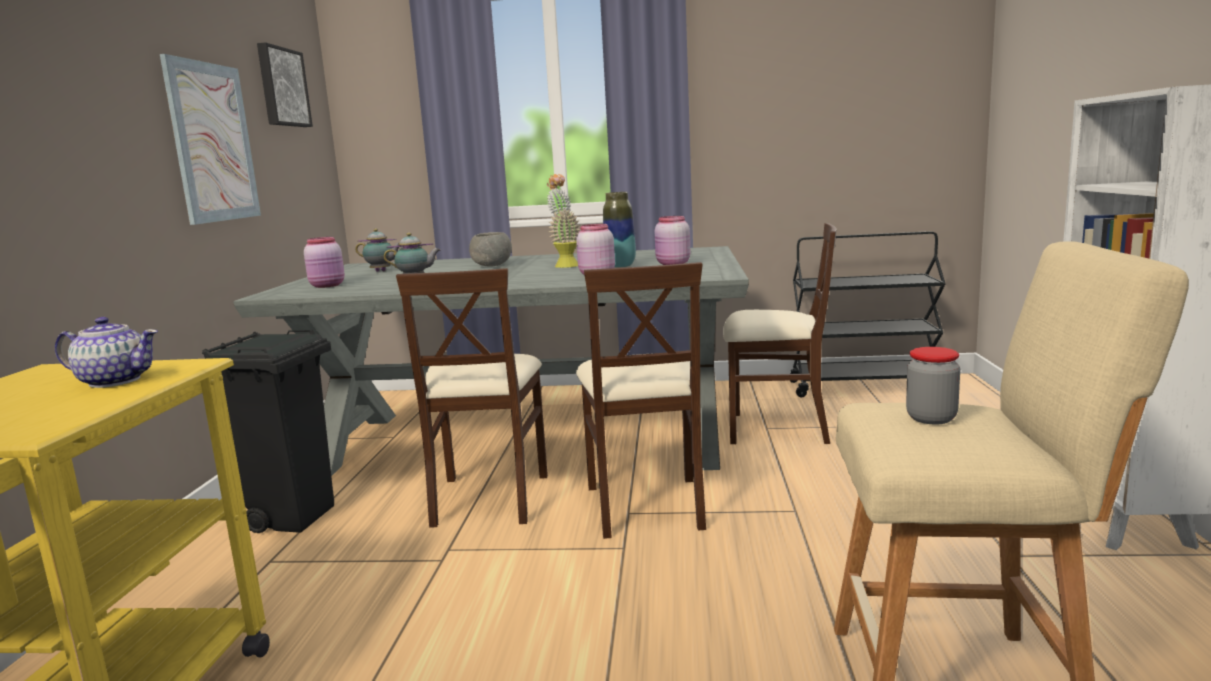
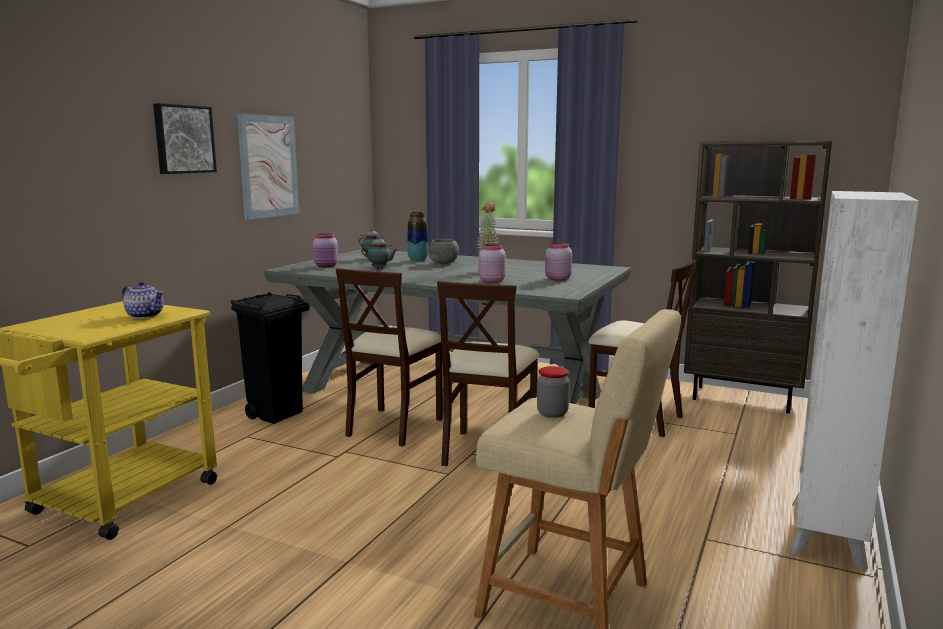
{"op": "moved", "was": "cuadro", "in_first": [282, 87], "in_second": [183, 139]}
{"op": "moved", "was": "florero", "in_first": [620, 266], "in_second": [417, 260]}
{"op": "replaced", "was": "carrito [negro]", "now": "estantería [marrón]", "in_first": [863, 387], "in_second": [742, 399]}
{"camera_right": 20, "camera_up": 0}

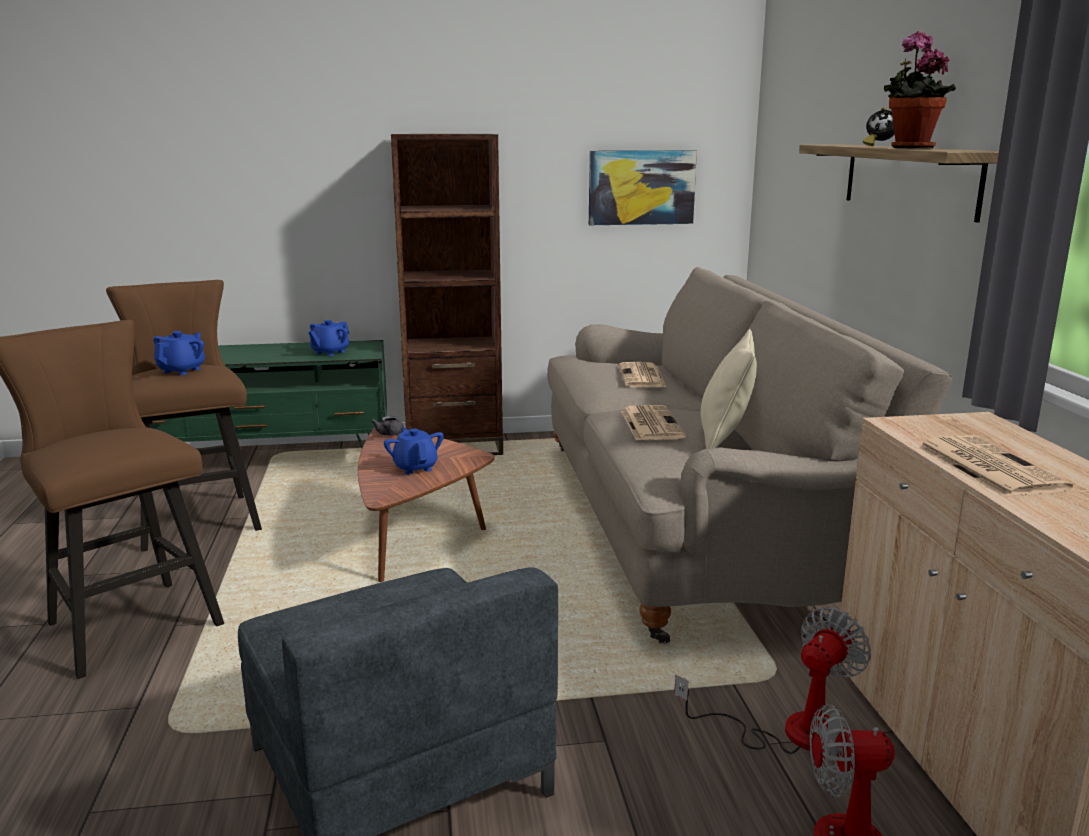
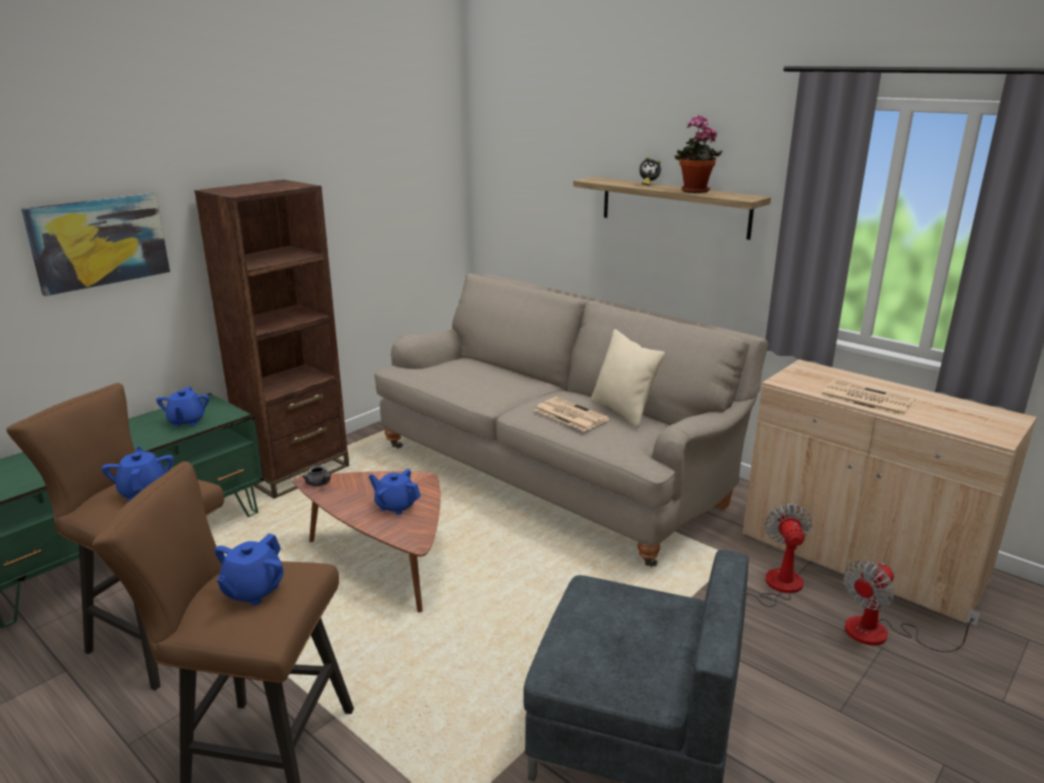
{"op": "moved", "was": "cuadro", "in_first": [641, 187], "in_second": [99, 242]}
{"op": "removed", "was": "periódico", "in_first": [642, 377]}
{"op": "added", "now": "tetera [azul]", "in_second": [253, 591]}
{"camera_right": -40, "camera_up": 5}

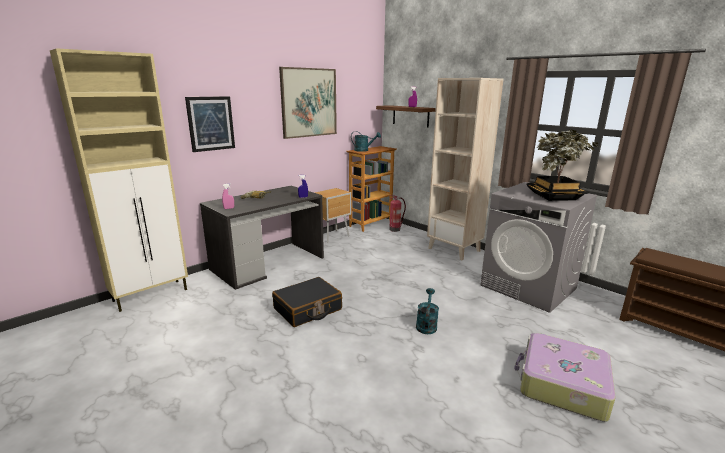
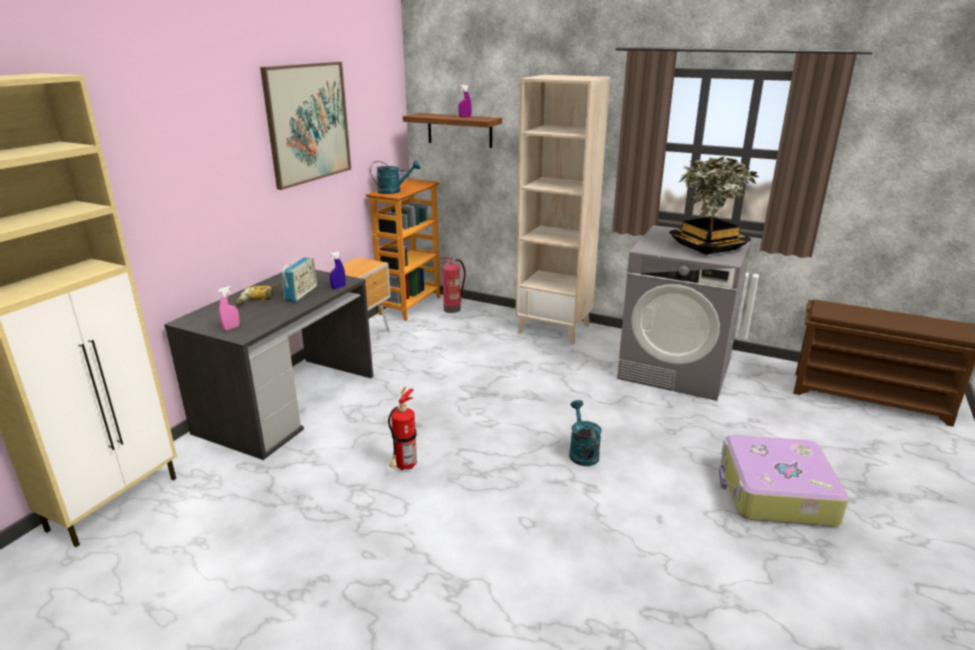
{"op": "removed", "was": "cuadro", "in_first": [210, 123]}
{"op": "replaced", "was": "maleta [negro]", "now": "extintor", "in_first": [308, 309], "in_second": [404, 467]}
{"op": "added", "now": "radio", "in_second": [301, 294]}
{"camera_right": -20, "camera_up": 5}

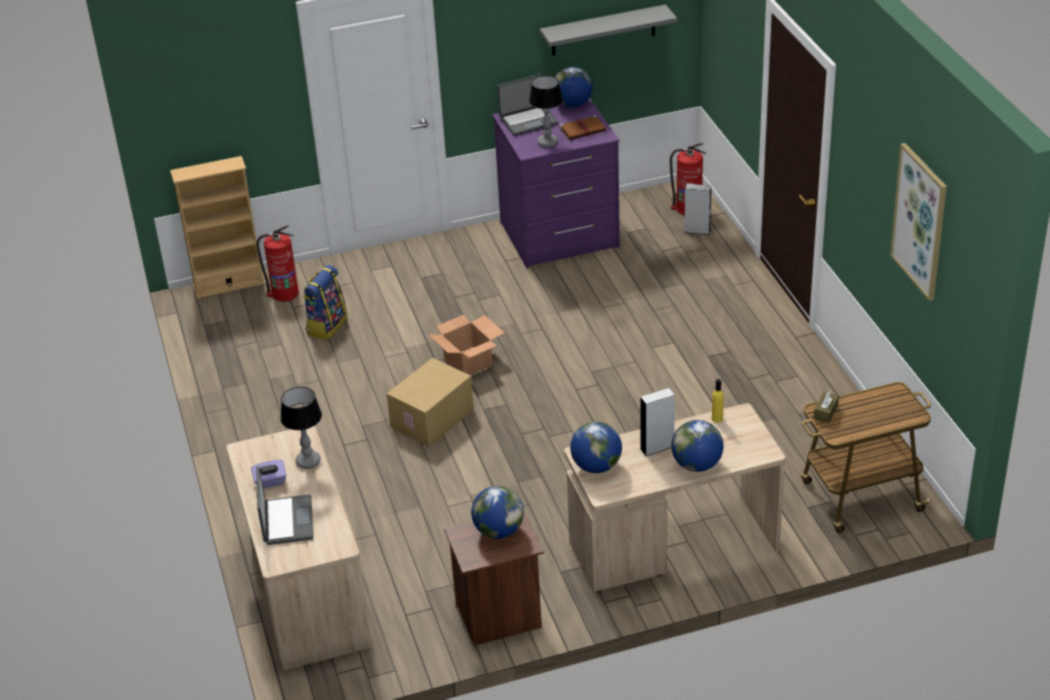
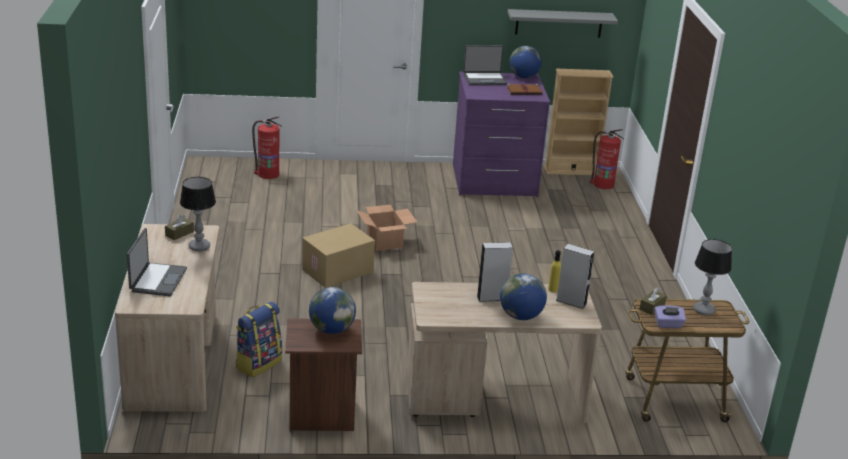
{"op": "moved", "was": "estantería [beis]", "in_first": [229, 284], "in_second": [571, 171]}
{"op": "moved", "was": "caja de pañuelos [morado]", "in_first": [270, 482], "in_second": [668, 324]}
{"op": "moved", "was": "mochila", "in_first": [326, 326], "in_second": [258, 363]}
{"op": "moved", "was": "lámpara de mesa", "in_first": [547, 143], "in_second": [703, 310]}
{"op": "removed", "was": "globo terráqueo", "in_first": [596, 466]}
{"op": "moved", "was": "altavoz [gris]", "in_first": [697, 231], "in_second": [571, 302]}
{"op": "removed", "was": "cuadro", "in_first": [920, 221]}
{"op": "added", "now": "caja de pañuelos [marrón]", "in_second": [179, 233]}
{"camera_right": 10, "camera_up": -10}

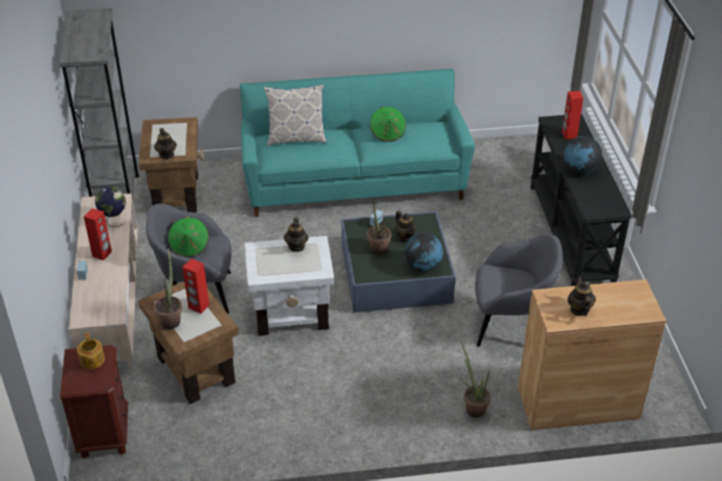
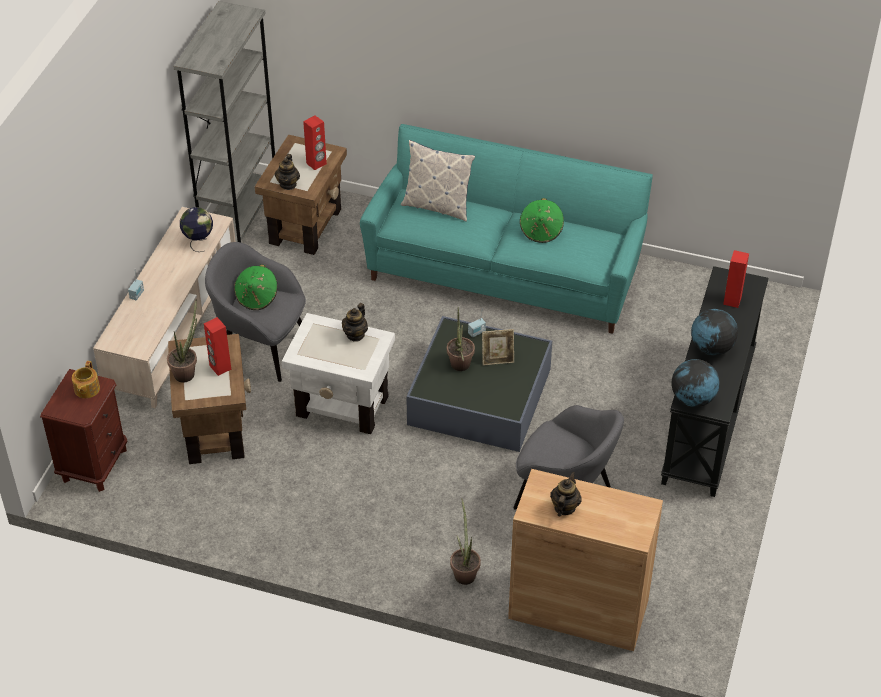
{"op": "moved", "was": "altavoz [rojo]", "in_first": [102, 254], "in_second": [316, 163]}
{"op": "replaced", "was": "tetera", "now": "portarretratos", "in_first": [405, 237], "in_second": [497, 359]}
{"op": "moved", "was": "globo terráqueo", "in_first": [423, 266], "in_second": [692, 399]}
{"camera_right": 25, "camera_up": 5}

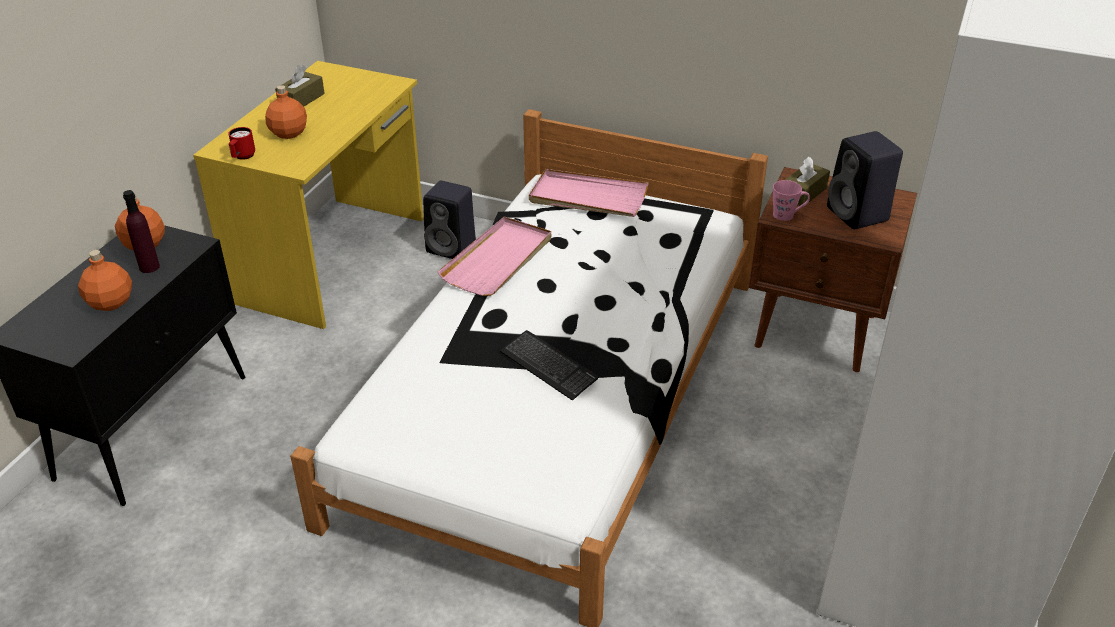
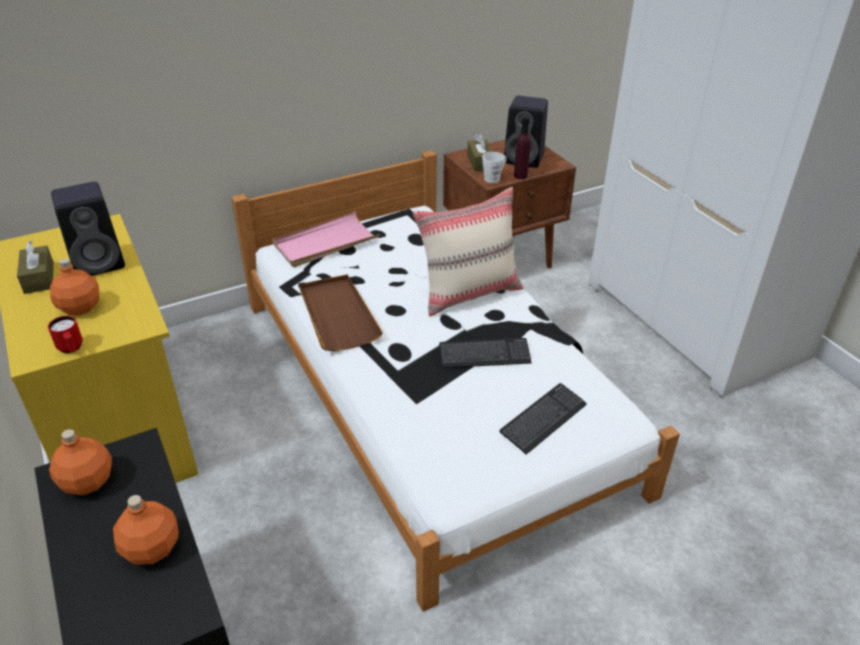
{"op": "moved", "was": "botella [morado]", "in_first": [149, 267], "in_second": [520, 176]}
{"op": "moved", "was": "altavoz [negro]", "in_first": [452, 248], "in_second": [100, 262]}
{"op": "recoloured", "was": "bandeja [rosa]", "now": "bandeja [marrón]", "in_first": [498, 260], "in_second": [337, 315]}
{"op": "recoloured", "was": "taza grande [rosa]", "now": "taza grande [blanco]", "in_first": [787, 215], "in_second": [494, 178]}
{"op": "added", "now": "cojín [beis]", "in_second": [469, 293]}
{"op": "added", "now": "teclado", "in_second": [543, 419]}
{"camera_right": -50, "camera_up": 0}

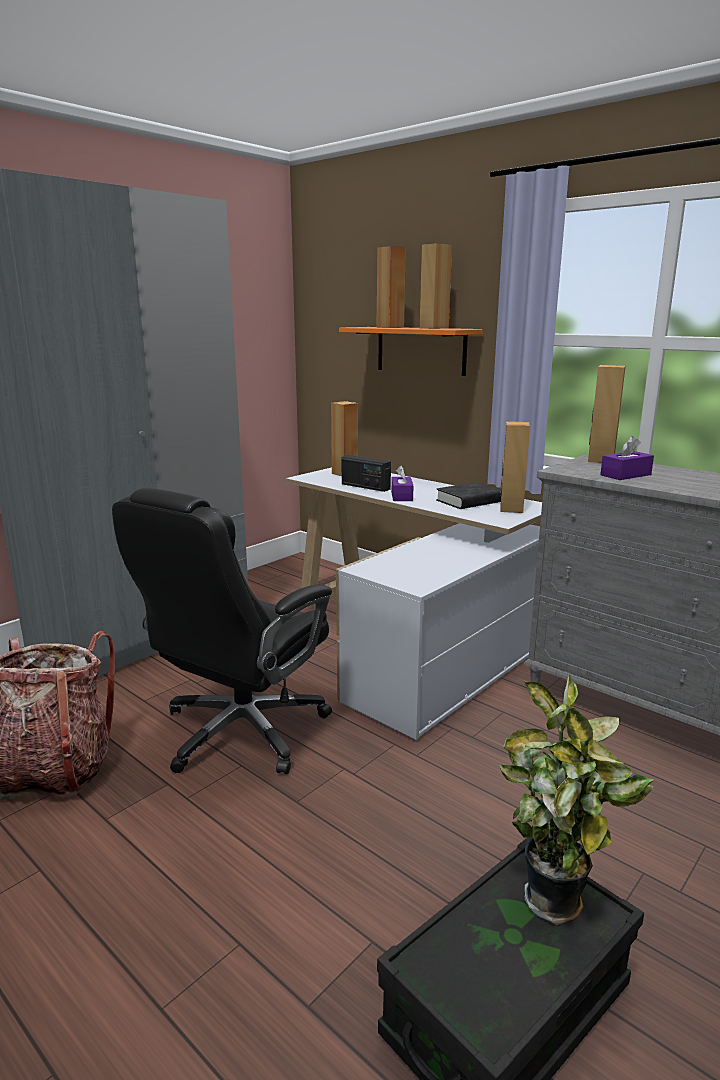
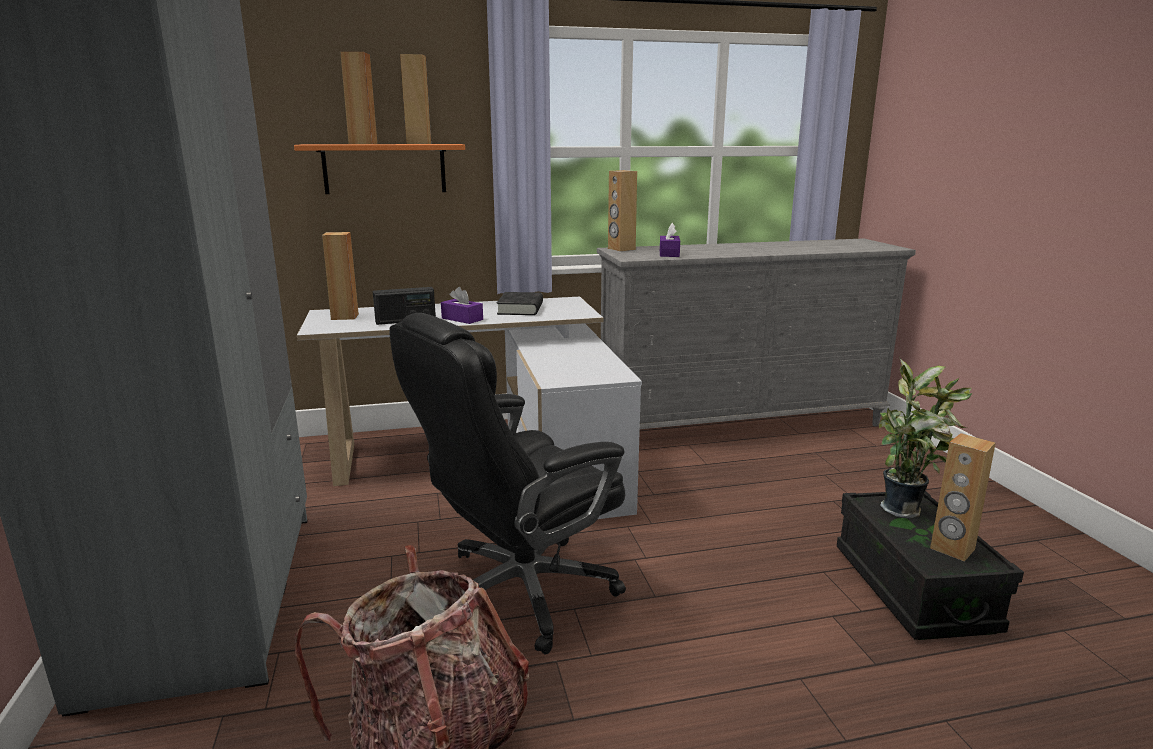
{"op": "turned", "was": "silla de oficina [negro]", "in_first": [240, 731], "in_second": [519, 592], "clockwise": 75}
{"op": "moved", "was": "altavoz [marrón]", "in_first": [511, 509], "in_second": [952, 549]}
{"camera_right": -55, "camera_up": 0}

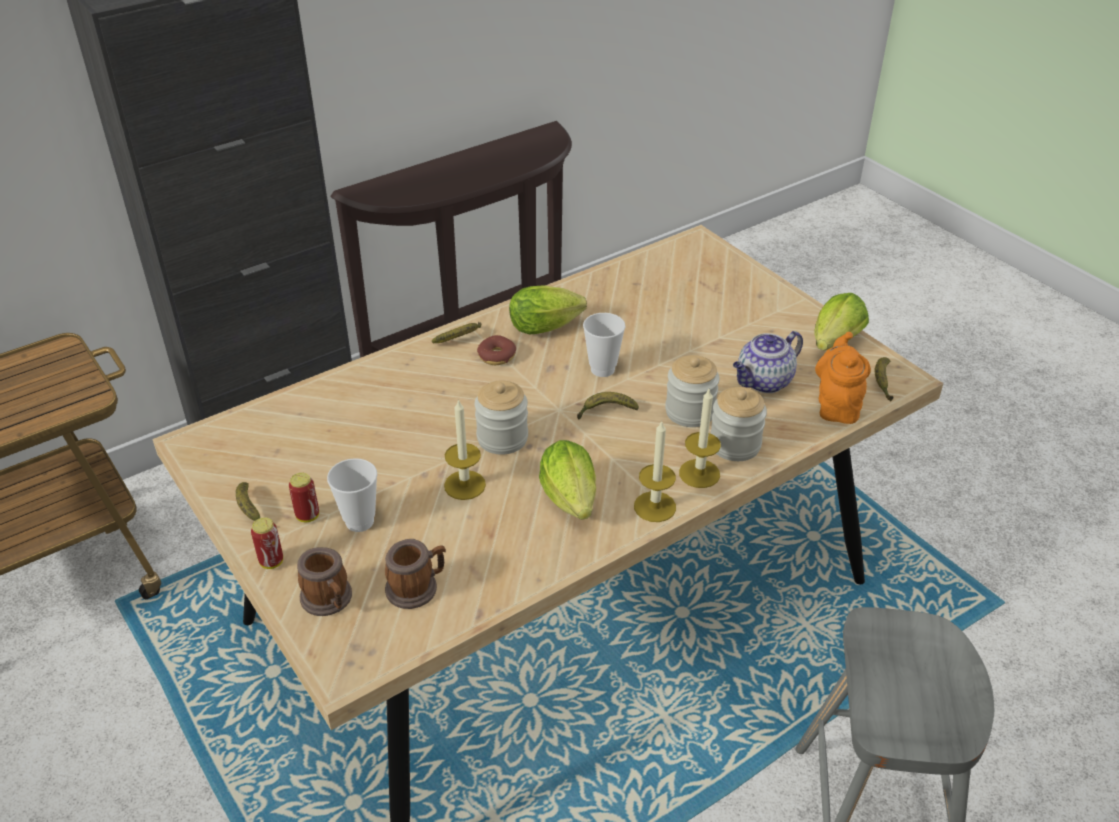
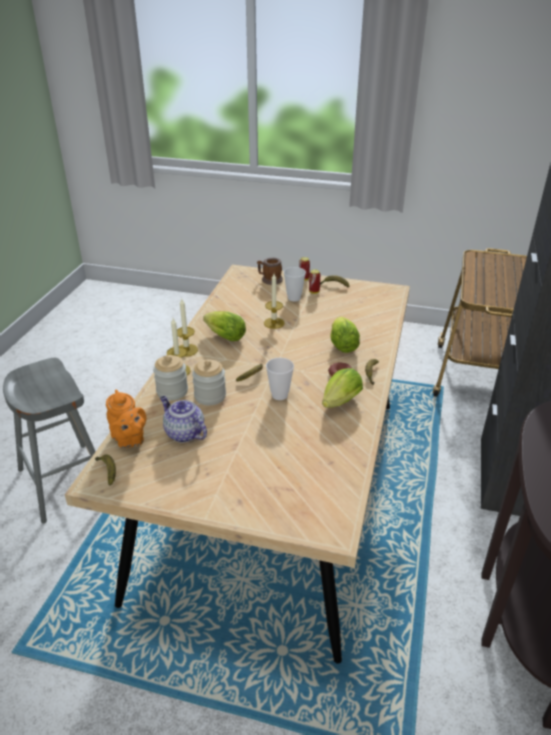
{"op": "removed", "was": "taza grande", "in_first": [417, 587]}
{"op": "removed", "was": "tarro", "in_first": [502, 438]}
{"op": "turned", "was": "tetera", "in_first": [764, 382], "in_second": [183, 433], "clockwise": -60}
{"op": "moved", "was": "lechuga", "in_first": [833, 344], "in_second": [342, 344]}
{"camera_right": 140, "camera_up": -5}

